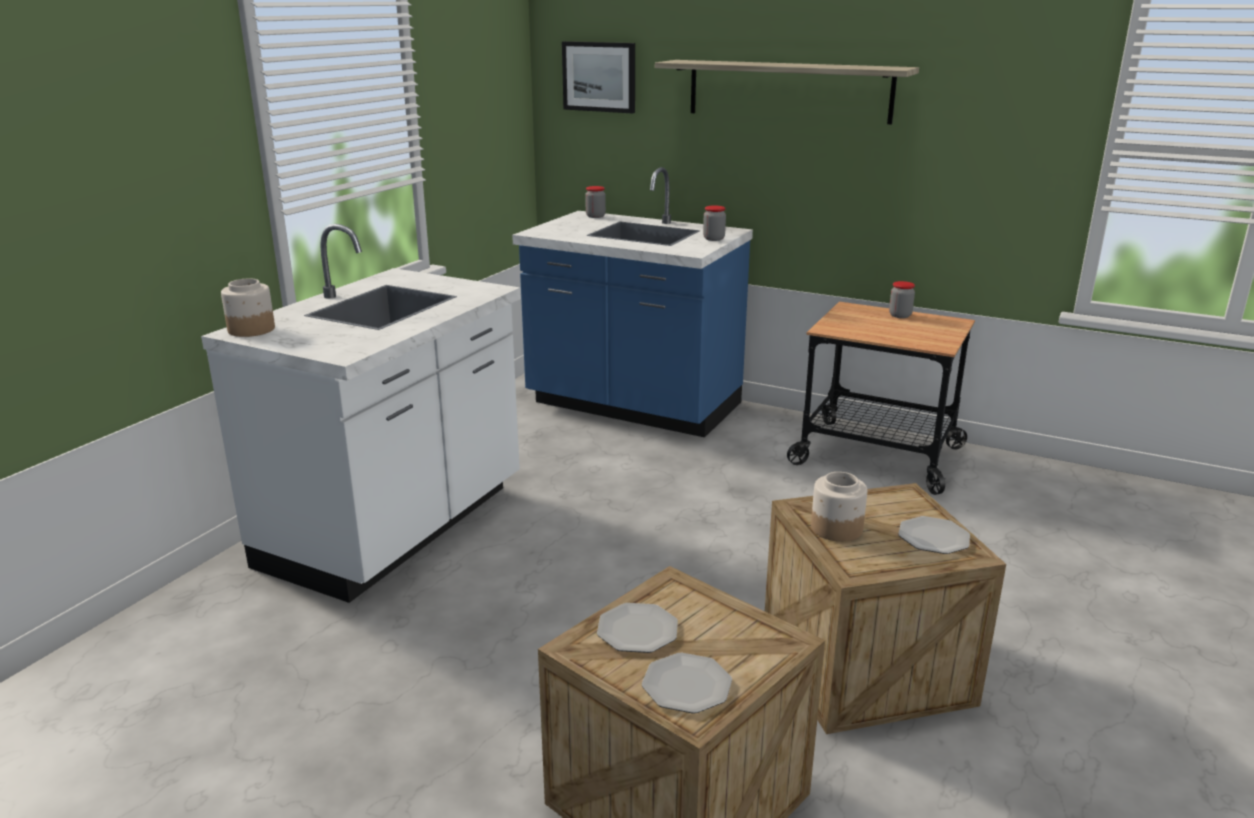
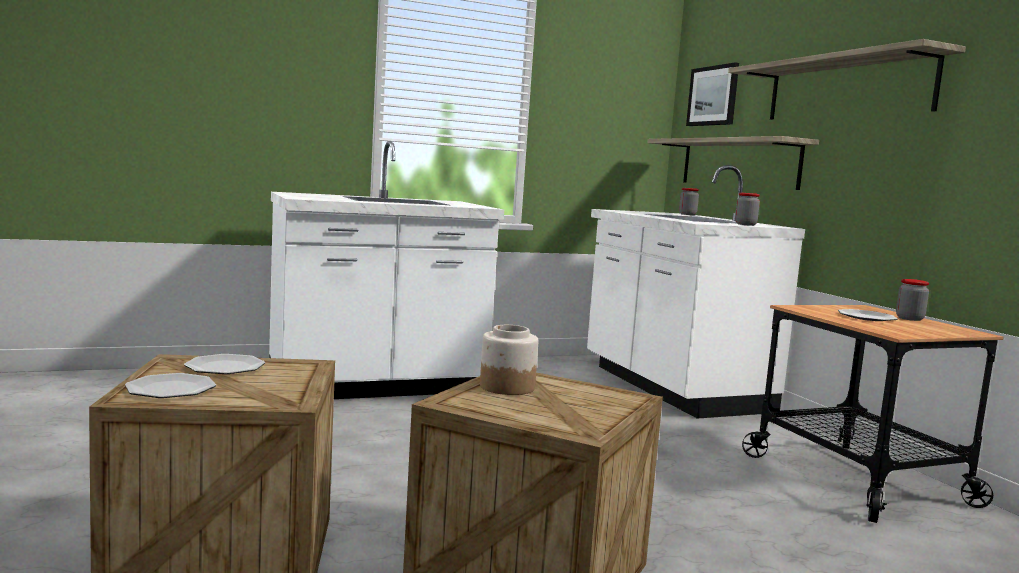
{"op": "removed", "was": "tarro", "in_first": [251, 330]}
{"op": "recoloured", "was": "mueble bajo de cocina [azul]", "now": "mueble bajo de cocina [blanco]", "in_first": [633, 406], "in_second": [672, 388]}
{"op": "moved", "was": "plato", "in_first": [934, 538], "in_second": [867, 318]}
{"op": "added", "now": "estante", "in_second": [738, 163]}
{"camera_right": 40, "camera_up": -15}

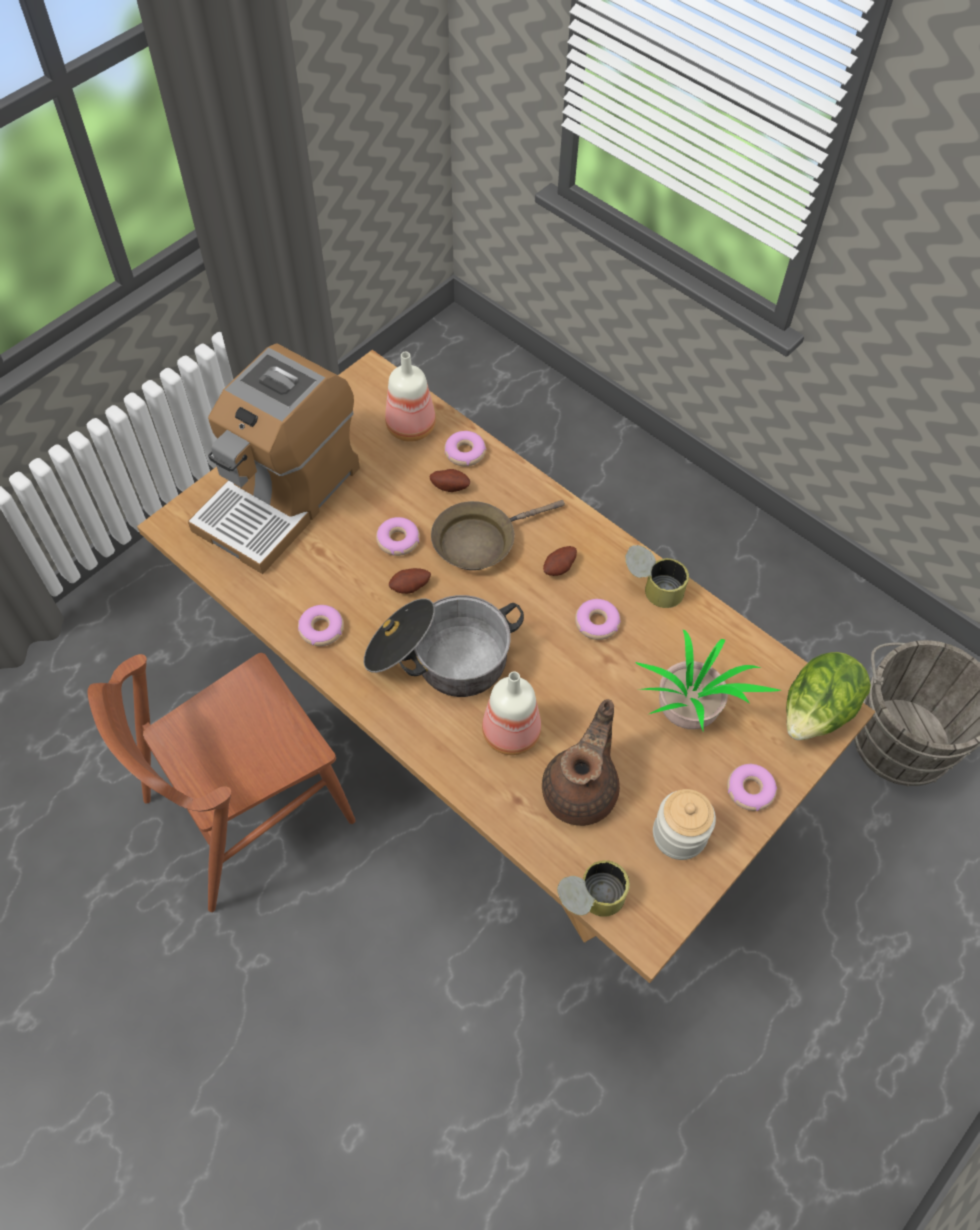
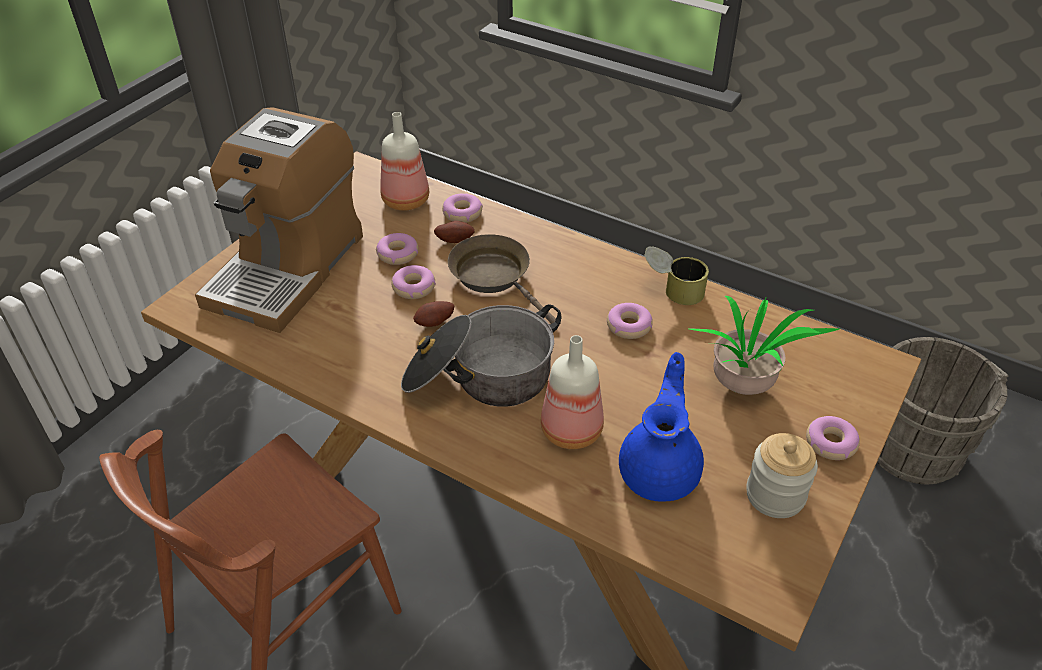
{"op": "moved", "was": "rosquilla", "in_first": [321, 629], "in_second": [397, 254]}
{"op": "turned", "was": "sartén [marrón]", "in_first": [480, 541], "in_second": [495, 277], "clockwise": 90}
{"op": "recoloured", "was": "tetera [marrón]", "now": "tetera [azul]", "in_first": [582, 790], "in_second": [660, 470]}
{"op": "removed", "was": "patata", "in_first": [560, 568]}
{"op": "removed", "was": "lata", "in_first": [589, 900]}
{"op": "removed", "was": "lechuga", "in_first": [816, 713]}
{"camera_right": -10, "camera_up": -15}

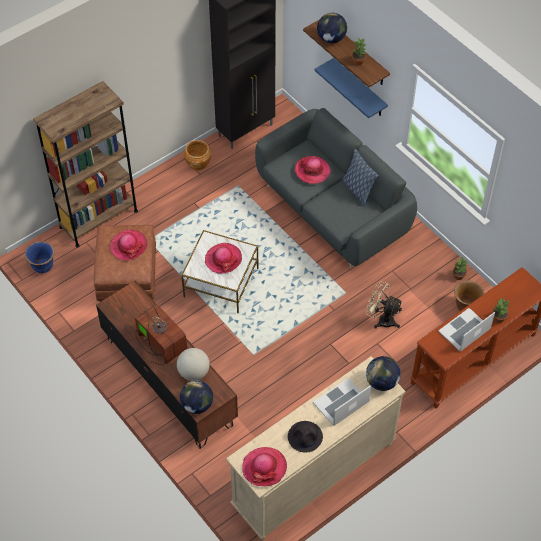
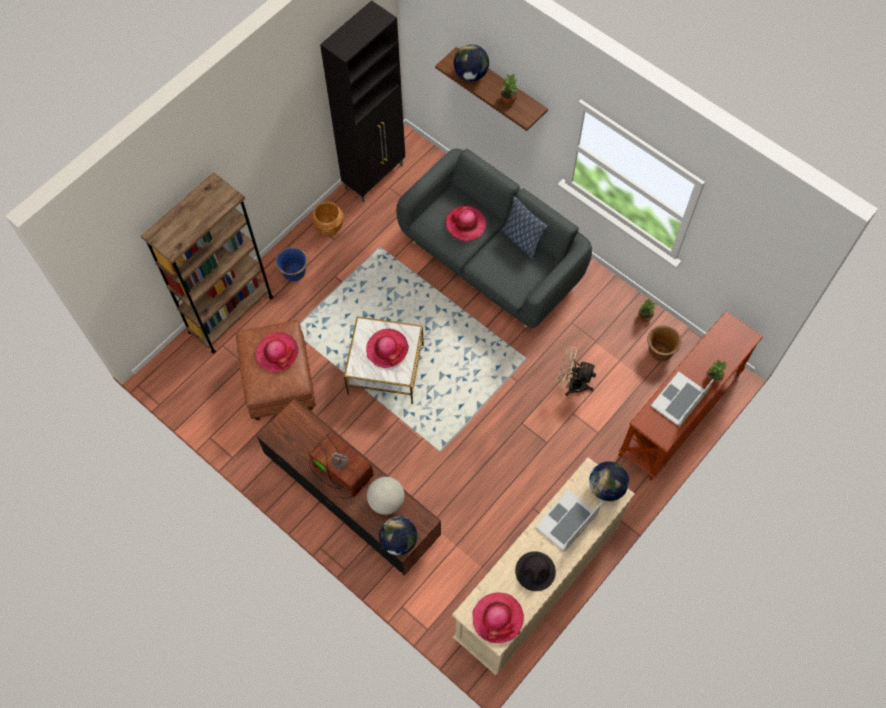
{"op": "moved", "was": "maceta [azul]", "in_first": [43, 266], "in_second": [294, 273]}
{"op": "removed", "was": "estante [azul]", "in_first": [359, 89]}
{"camera_right": -10, "camera_up": 10}

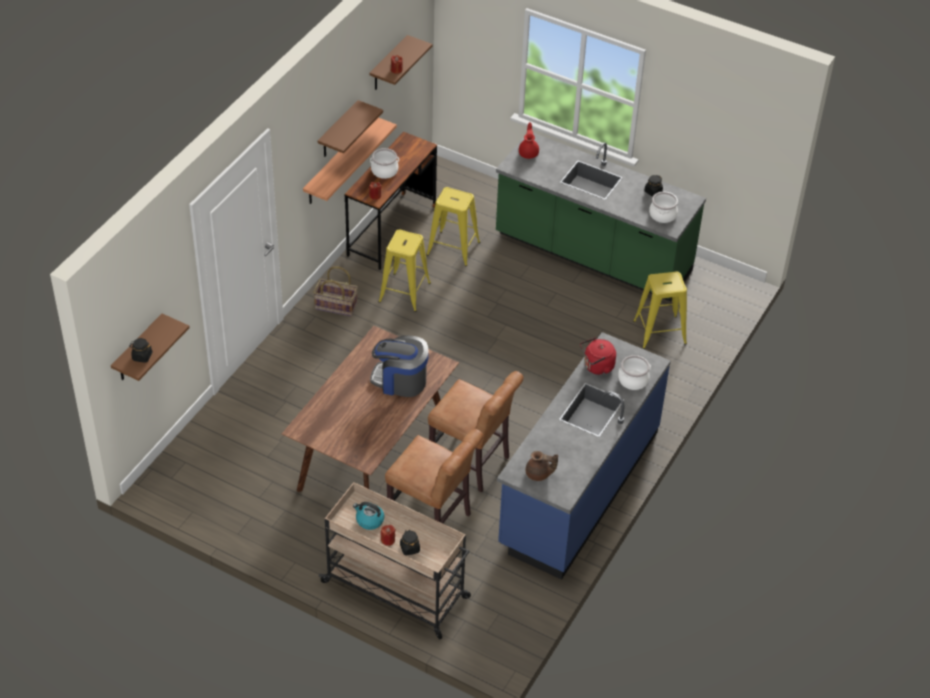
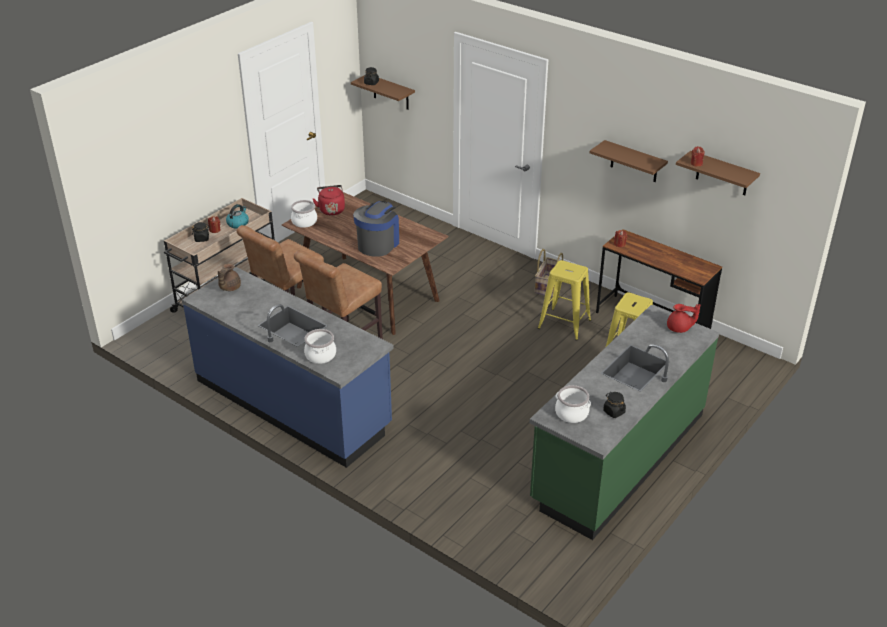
{"op": "removed", "was": "estante", "in_first": [339, 161]}
{"op": "moved", "was": "olla", "in_first": [384, 171], "in_second": [304, 222]}
{"op": "moved", "was": "hervidor [rojo]", "in_first": [597, 367], "in_second": [331, 209]}
{"op": "removed", "was": "taburete [amarillo]", "in_first": [659, 332]}
{"camera_right": 100, "camera_up": -10}

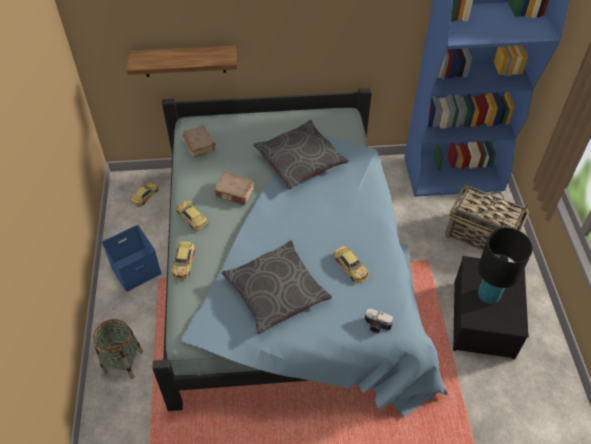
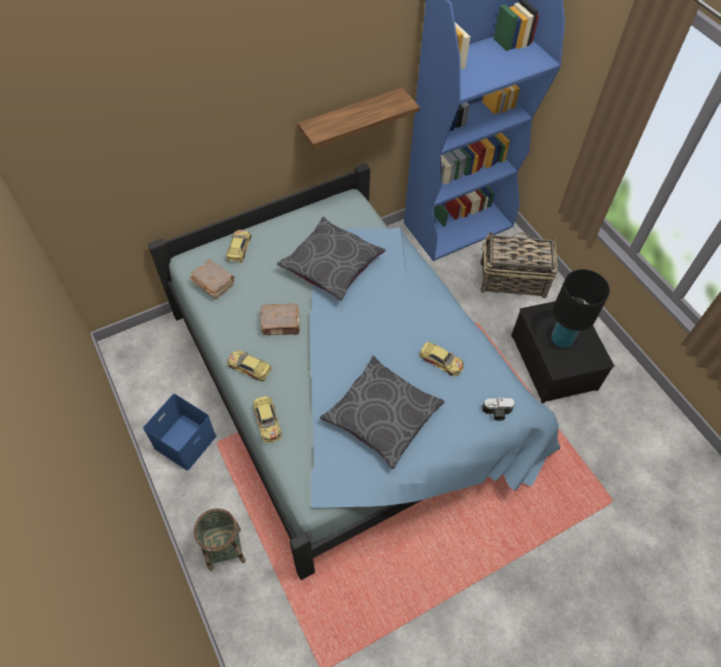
{"op": "moved", "was": "estante", "in_first": [184, 61], "in_second": [351, 119]}
{"op": "moved", "was": "coche de juguete", "in_first": [145, 196], "in_second": [239, 248]}
{"camera_right": -25, "camera_up": 5}

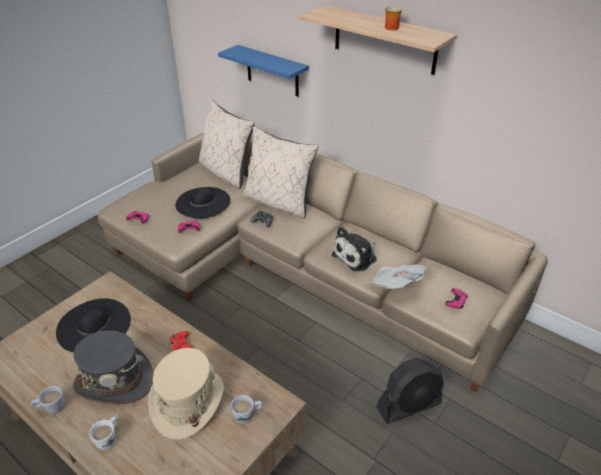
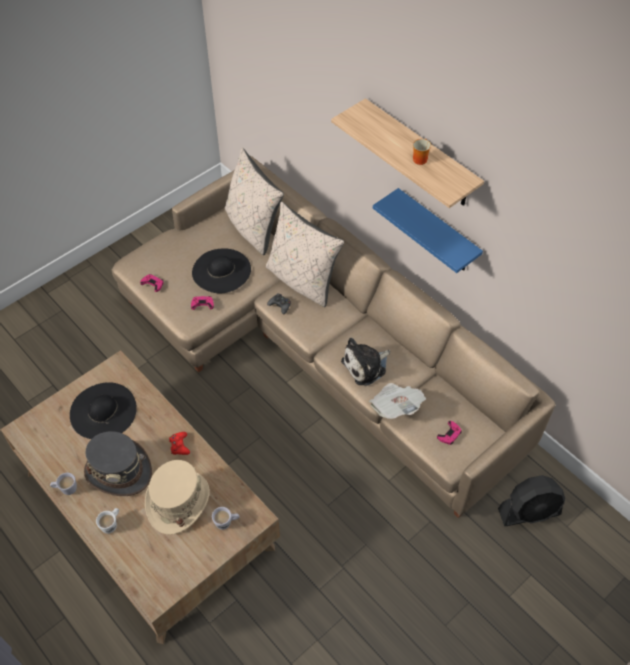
{"op": "moved", "was": "estante [azul]", "in_first": [272, 71], "in_second": [437, 233]}
{"op": "moved", "was": "ventilador [negro]", "in_first": [409, 405], "in_second": [529, 512]}
{"camera_right": 10, "camera_up": 15}

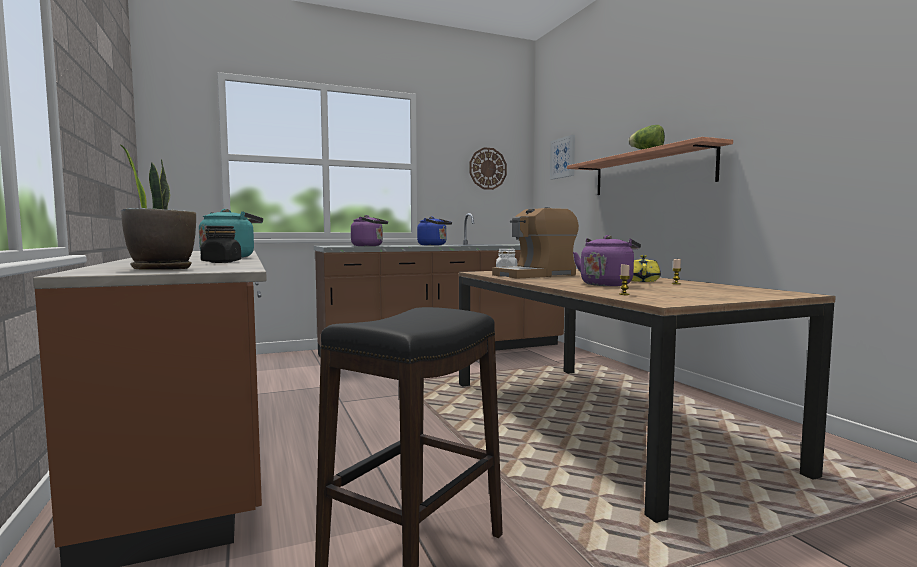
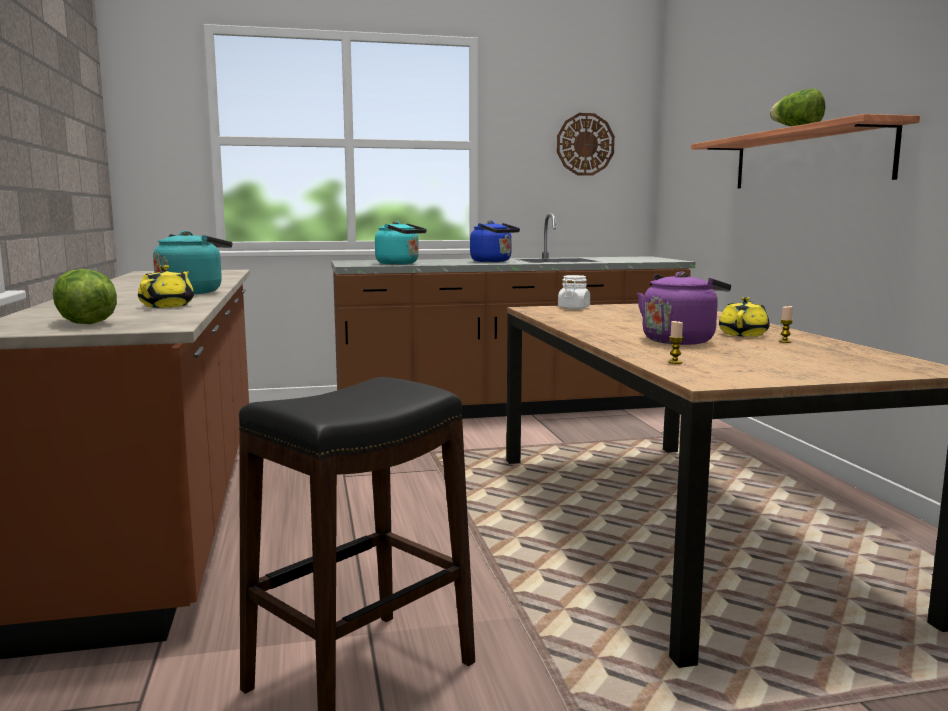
{"op": "replaced", "was": "planta en maceta", "now": "lechuga", "in_first": [162, 269], "in_second": [83, 323]}
{"op": "replaced", "was": "tarro [negro]", "now": "tetera [amarillo]", "in_first": [221, 262], "in_second": [168, 306]}
{"op": "recoloured", "was": "hervidor [morado]", "now": "hervidor [turquesa]", "in_first": [369, 246], "in_second": [400, 264]}
{"op": "removed", "was": "cafetera", "in_first": [535, 275]}
{"op": "removed", "was": "cuadro", "in_first": [563, 158]}
{"camera_right": 10, "camera_up": 5}

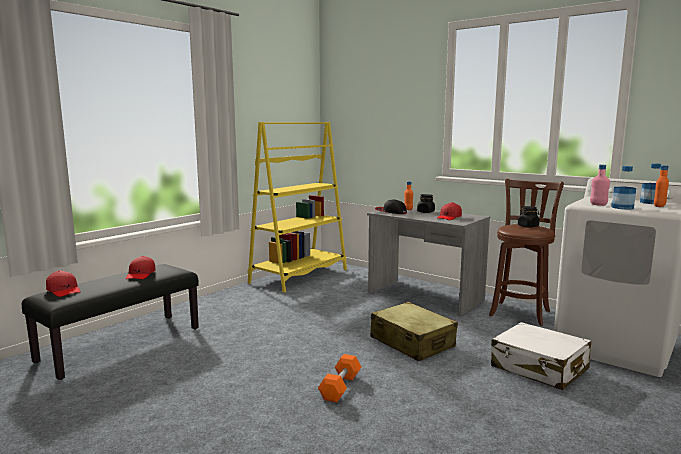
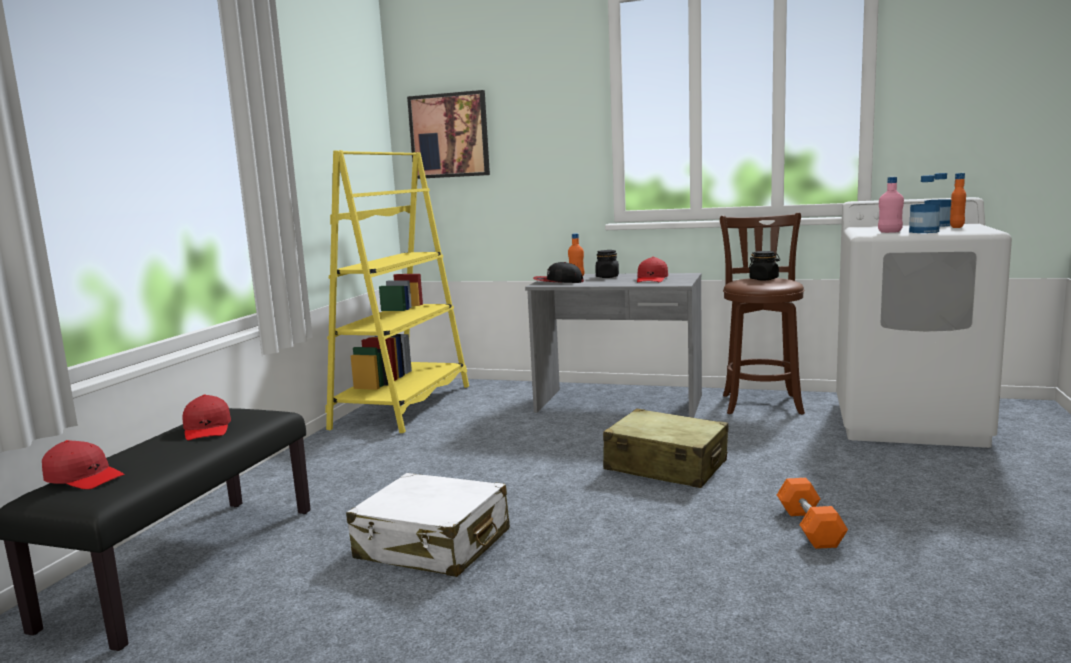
{"op": "moved", "was": "mancuerna [naranja]", "in_first": [340, 387], "in_second": [809, 527]}
{"op": "moved", "was": "maleta [blanco]", "in_first": [539, 368], "in_second": [433, 545]}
{"op": "added", "now": "cuadro", "in_second": [449, 135]}
{"camera_right": -20, "camera_up": 0}

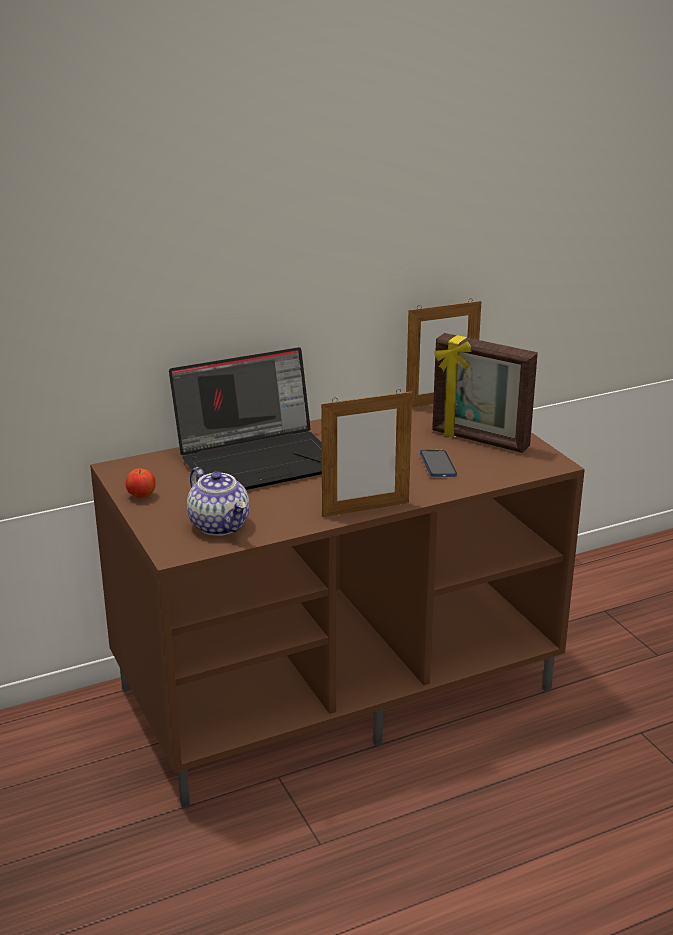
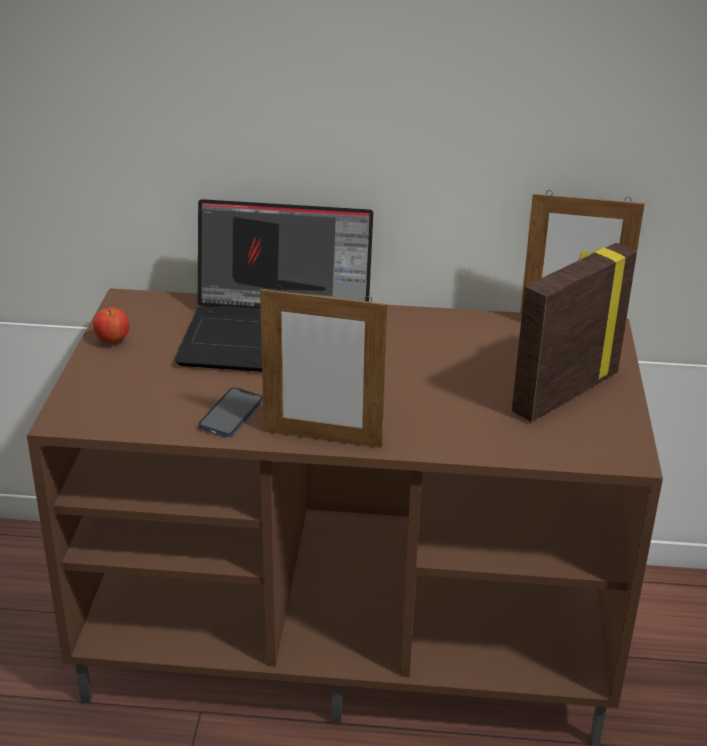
{"op": "removed", "was": "tetera", "in_first": [220, 525]}
{"op": "moved", "was": "móvil", "in_first": [438, 465], "in_second": [231, 414]}
{"op": "turned", "was": "portarretratos", "in_first": [479, 440], "in_second": [563, 392], "clockwise": 75}
{"camera_right": 30, "camera_up": 5}

